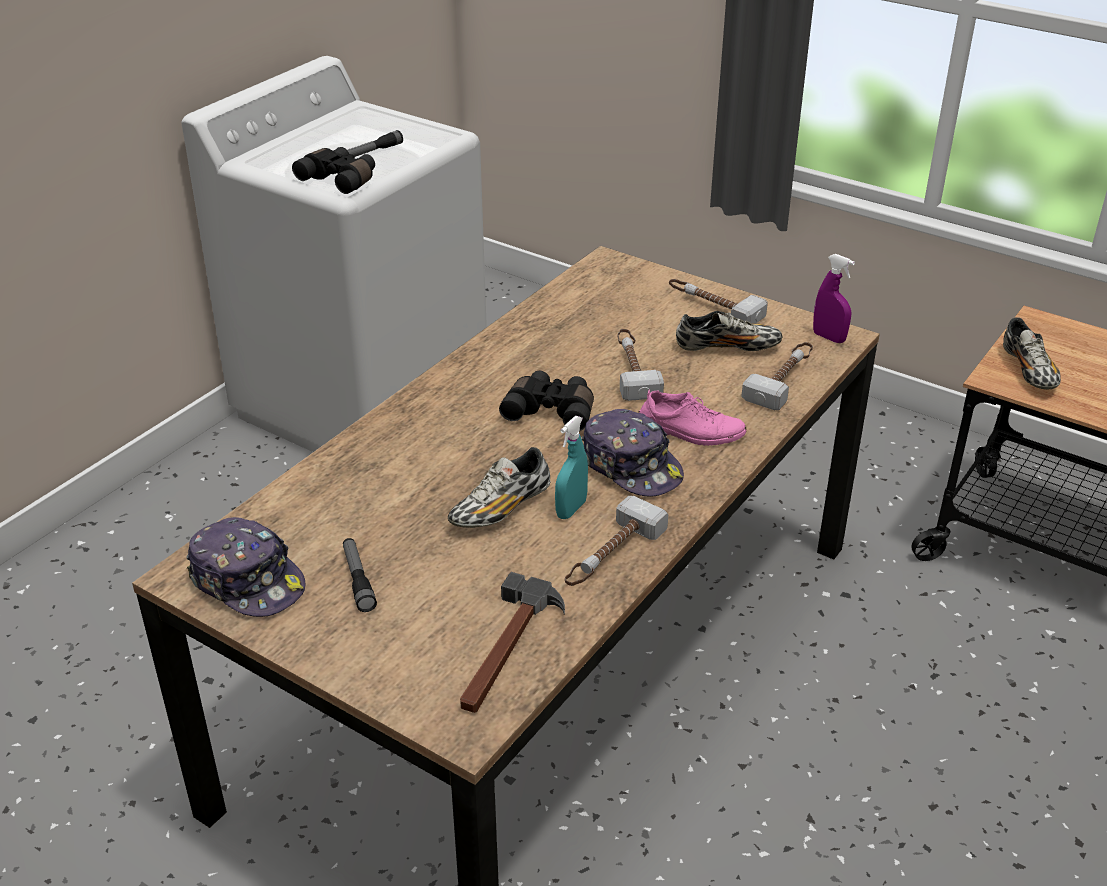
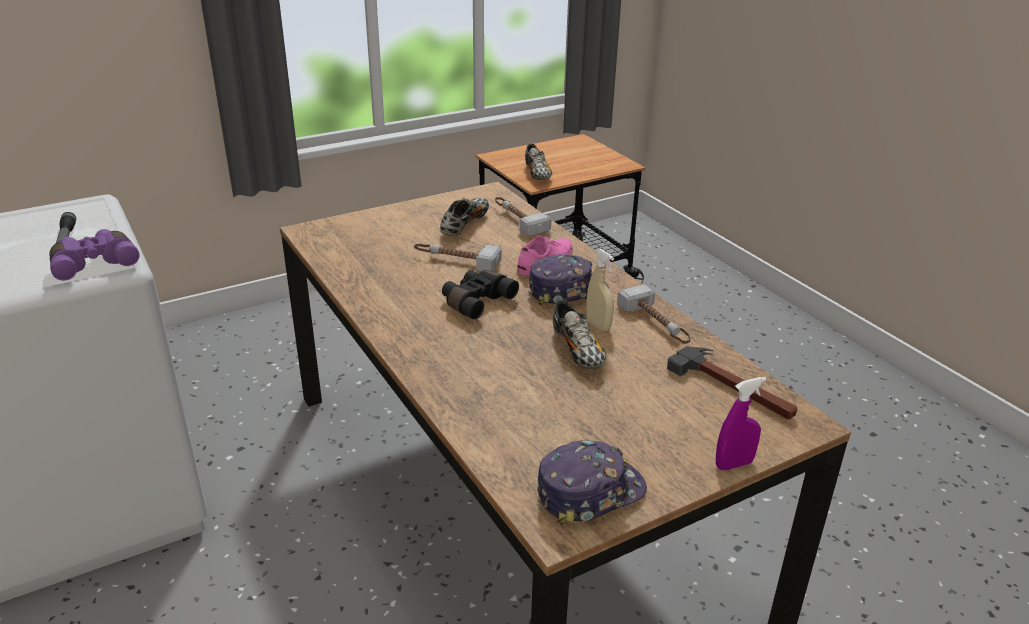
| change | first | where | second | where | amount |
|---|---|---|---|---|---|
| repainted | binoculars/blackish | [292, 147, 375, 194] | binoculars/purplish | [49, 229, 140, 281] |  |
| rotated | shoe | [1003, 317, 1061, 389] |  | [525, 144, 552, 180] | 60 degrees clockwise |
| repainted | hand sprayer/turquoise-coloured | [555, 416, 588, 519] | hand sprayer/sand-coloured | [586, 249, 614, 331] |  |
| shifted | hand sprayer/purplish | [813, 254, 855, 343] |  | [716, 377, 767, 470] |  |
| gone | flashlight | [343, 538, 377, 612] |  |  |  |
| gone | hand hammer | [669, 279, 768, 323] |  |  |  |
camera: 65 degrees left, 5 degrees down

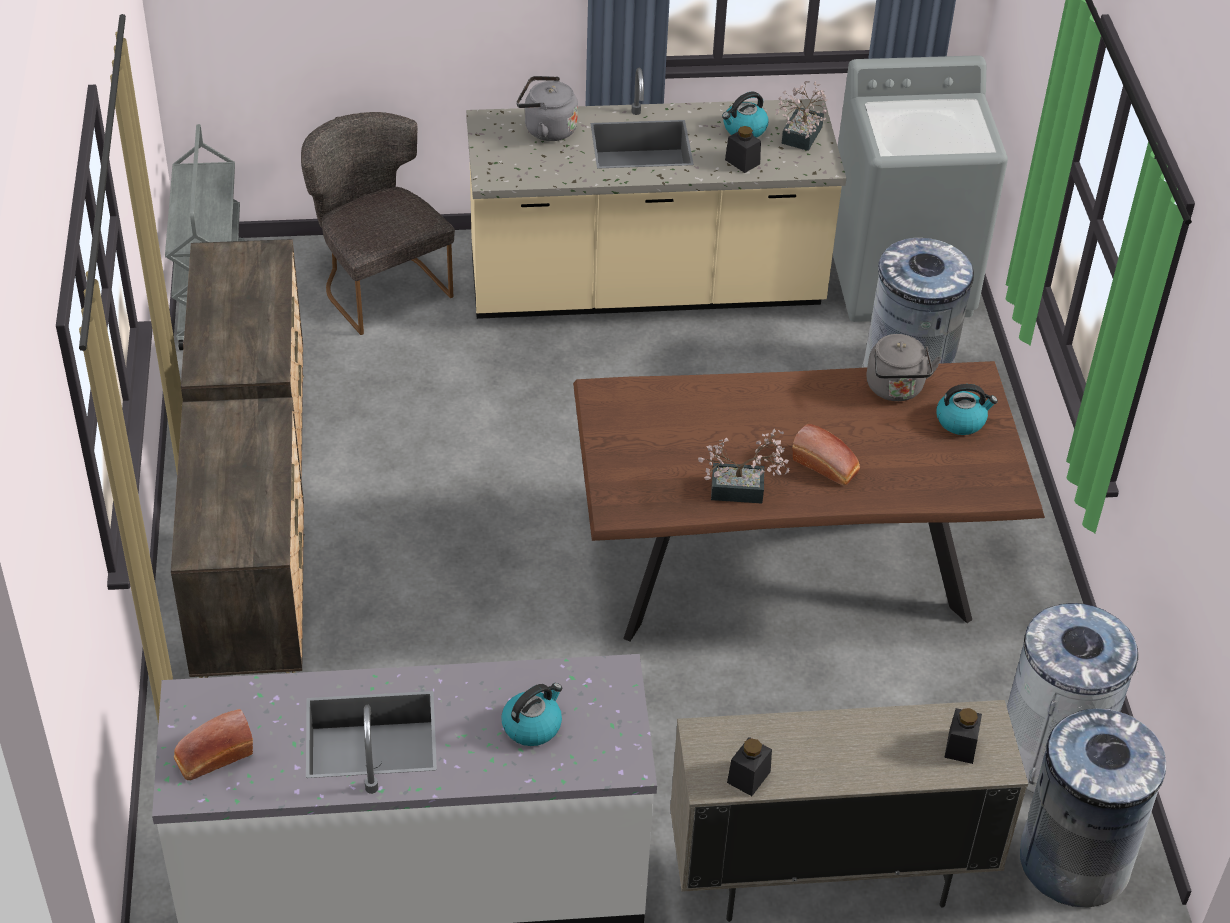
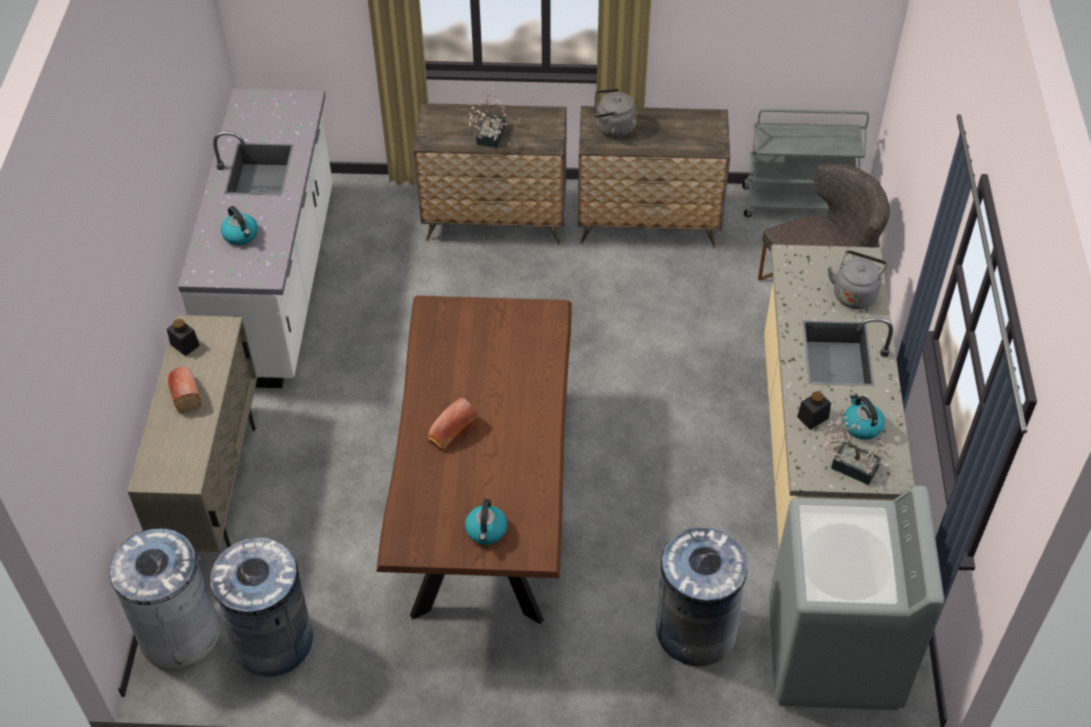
| change | first | where | second | where | amount |
|---|---|---|---|---|---|
| shifted | bread | [174, 709, 253, 780] |  | [168, 367, 201, 413] |  |
| shifted | houseplant | [698, 429, 790, 503] |  | [468, 95, 507, 148] |  |
| shifted | tea kettle/gray | [866, 334, 942, 401] |  | [594, 88, 637, 138] |  |
| gone | jar/blackish | [944, 708, 982, 764] |  |  |  |
camera: 100 degrees right, 5 degrees up

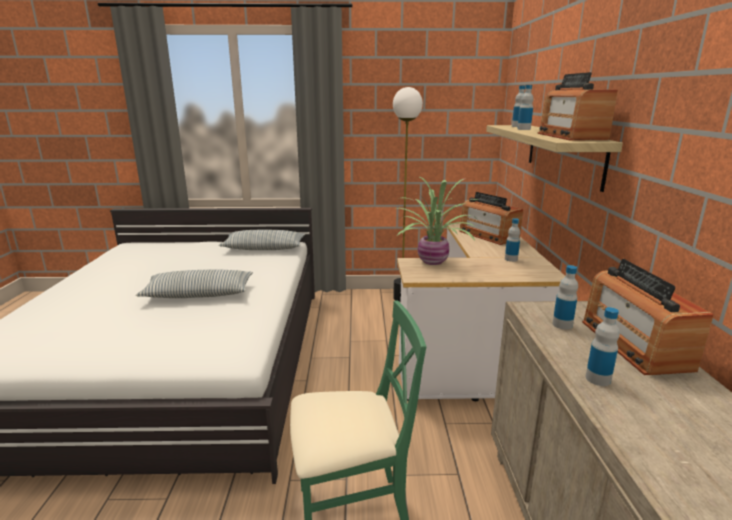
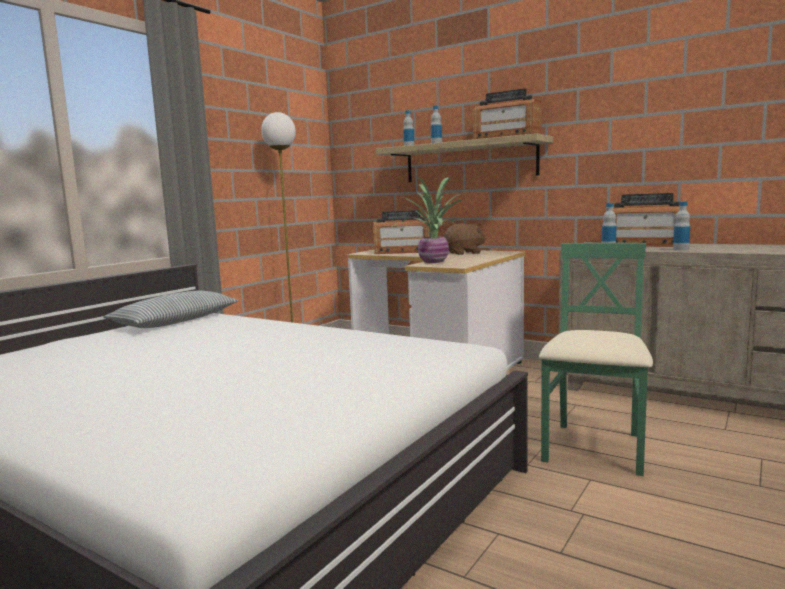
| change | first | where | second | where | amount |
|---|---|---|---|---|---|
| swapped | bottle | [505, 218, 520, 262] | plush toy/brownish | [444, 224, 486, 255] |  |
| gone | pillow | [136, 270, 253, 298] |  |  |  |
camera: 55 degrees left, 10 degrees down

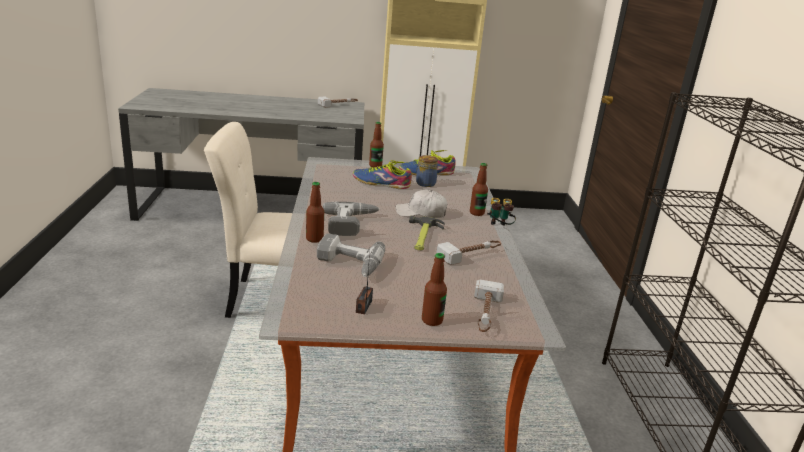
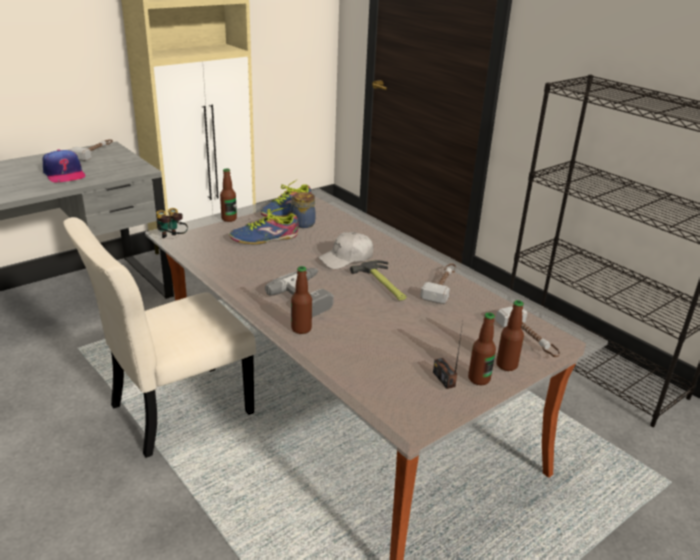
| change | first | where | second | where | amount |
|---|---|---|---|---|---|
| new |  |  | peaked cap | [43, 149, 86, 182] |  |
| shifted | binoculars | [487, 198, 516, 226] |  | [156, 208, 188, 238] |  |
| shifted | bottle | [470, 163, 488, 216] |  | [468, 312, 496, 385] |  |
| gone | drill | [317, 233, 385, 277] |  |  |  |
camera: 35 degrees left, 5 degrees up

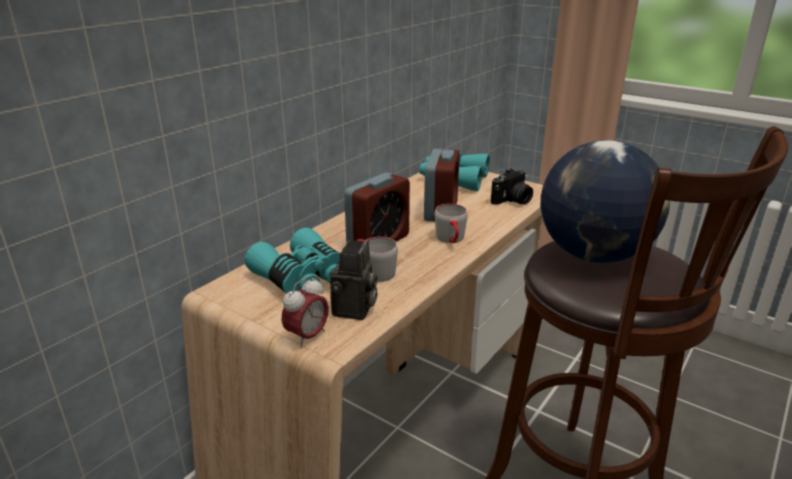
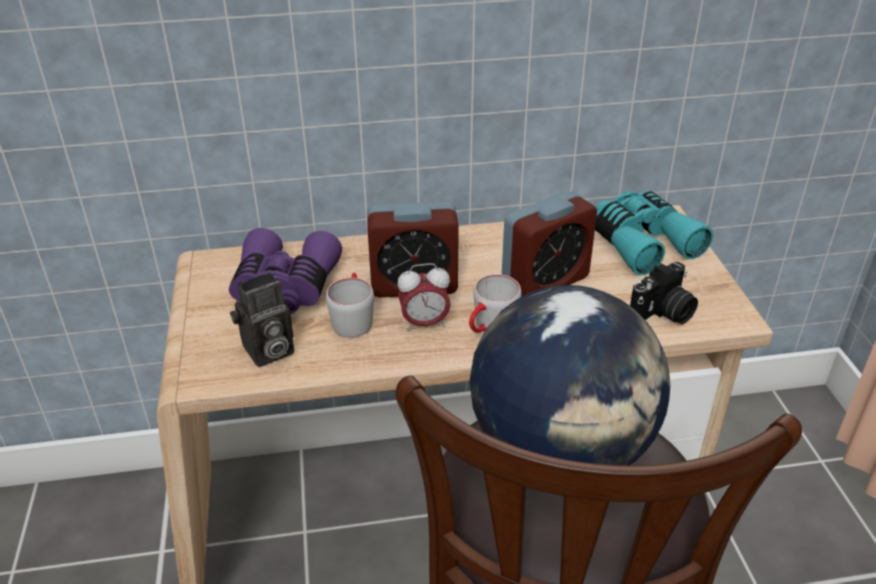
| change | first | where | second | where | amount |
|---|---|---|---|---|---|
| repainted | binoculars/turquoise-coloured | [245, 228, 340, 293] | binoculars/purplish | [229, 228, 342, 314] |  |
| shifted | alarm clock | [281, 276, 329, 348] |  | [397, 263, 451, 331] |  |
| rotated | still camera | [491, 169, 533, 205] |  | [630, 262, 698, 324] | 45 degrees counterclockwise |
camera: 45 degrees right, 10 degrees up

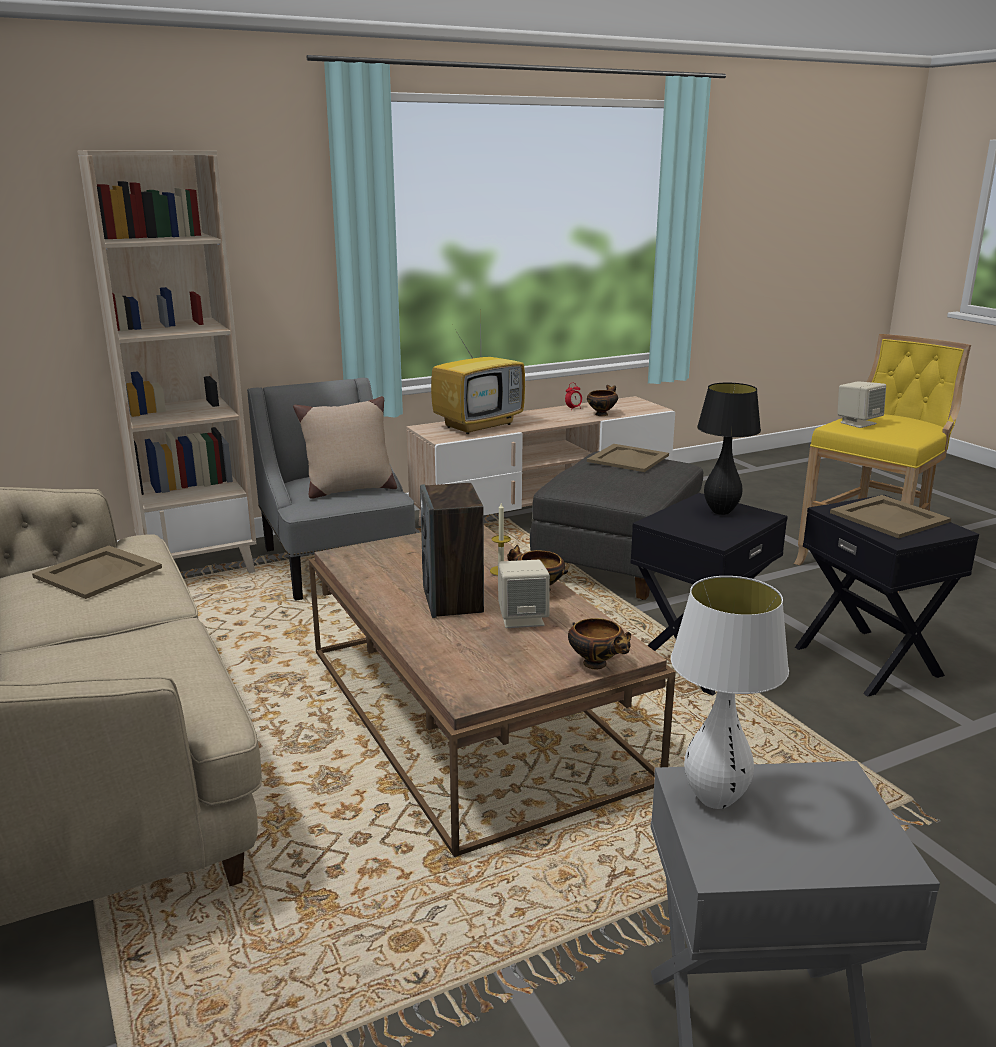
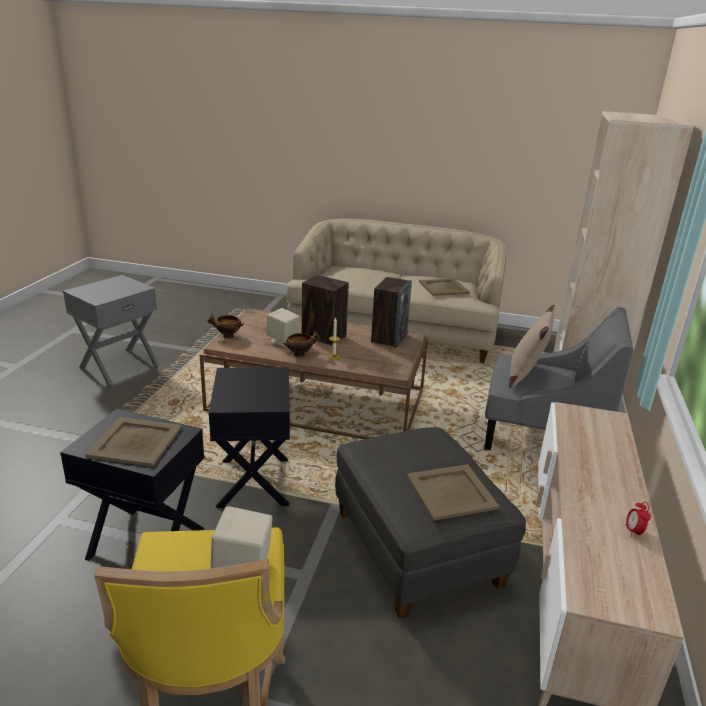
| change | first | where | second | where | amount |
|---|---|---|---|---|---|
| new |  |  | speaker | [371, 277, 412, 348] |  |
| gone | television | [431, 328, 525, 434] |  |  |  |
| gone | deep dish | [587, 385, 618, 416] |  |  |  |
| gone | tabletop lamp/white | [671, 576, 789, 809] |  |  |  |
| gone | tabletop lamp/blackish | [697, 383, 761, 515] |  |  |  |
camera: 130 degrees right, 5 degrees up

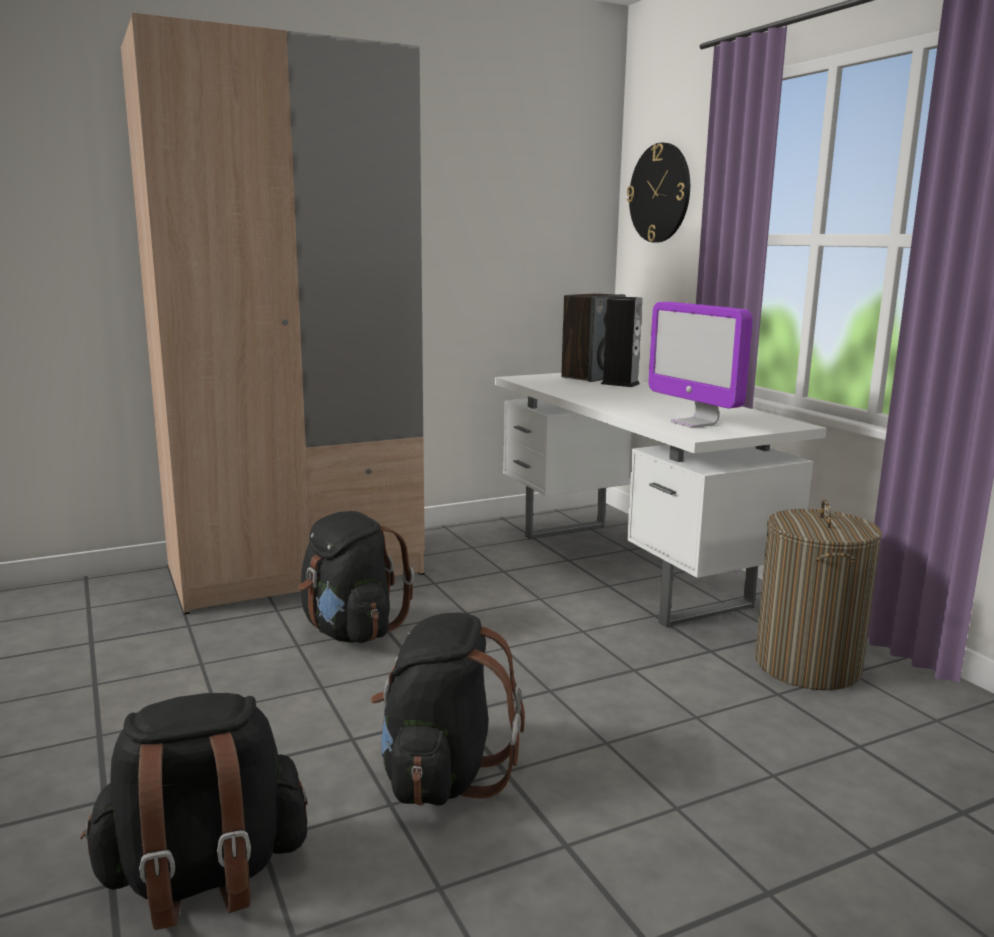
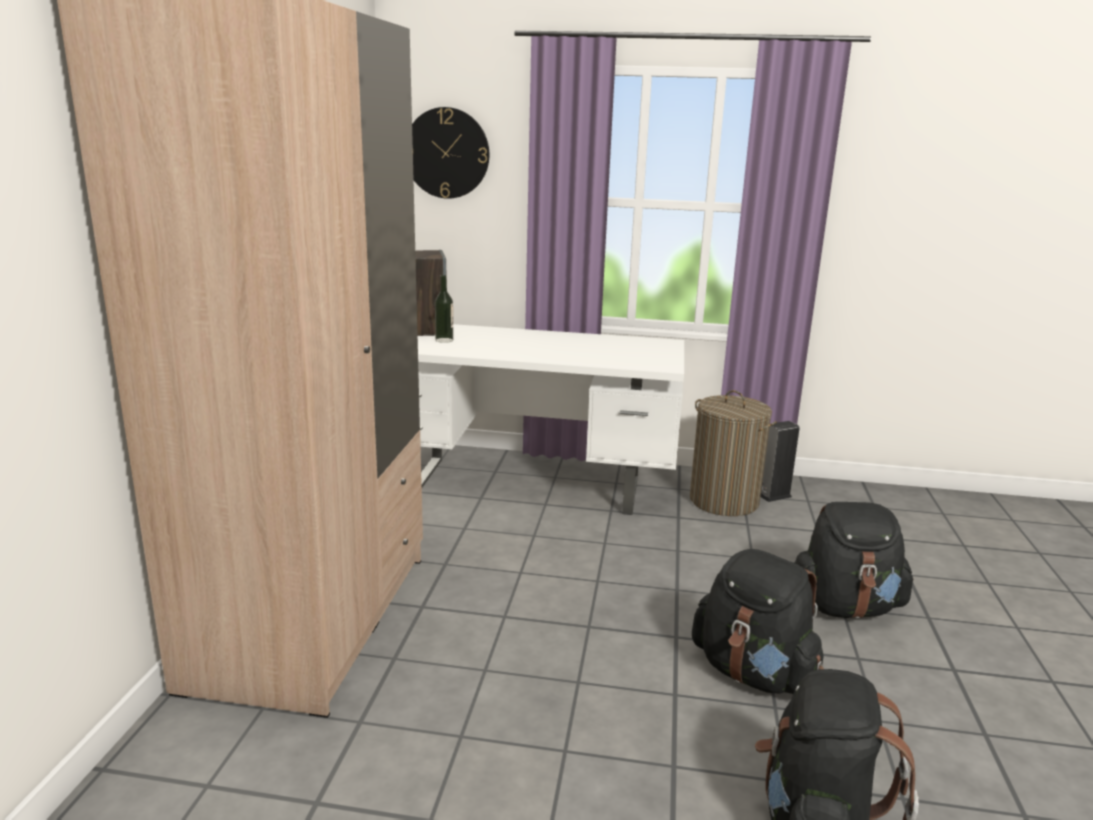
| change | first | where | second | where | amount |
|---|---|---|---|---|---|
| new |  |  | bottle | [435, 275, 453, 343] |  |
| shifted | speaker | [601, 296, 642, 387] |  | [760, 421, 800, 502] |  |
| shifted | rucksack/blackish | [298, 511, 414, 643] |  | [795, 502, 914, 619] |  |
| gone | computer display | [648, 302, 753, 428] |  |  |  |
camera: 55 degrees left, 5 degrees up

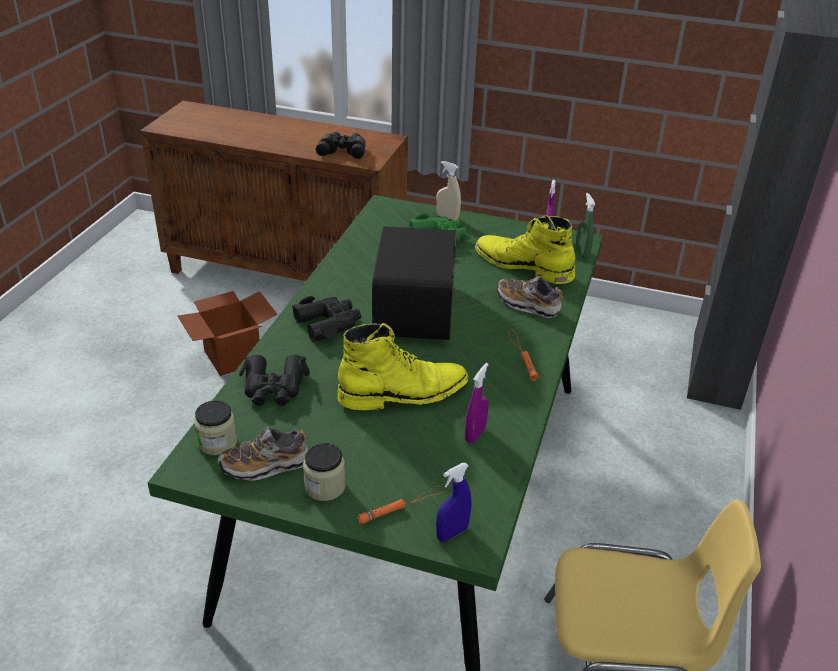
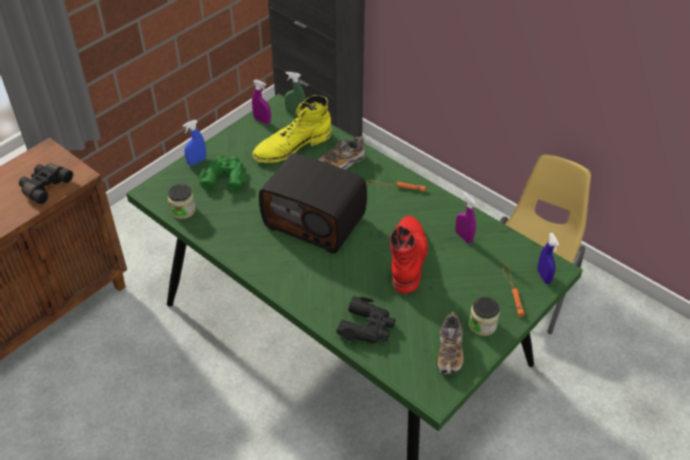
| change | first | where | second | where | amount |
|---|---|---|---|---|---|
| shifted | jar | [194, 400, 237, 455] |  | [168, 184, 196, 219] |  |
| repainted | hand sprayer/sand-coloured | [436, 161, 461, 220] | hand sprayer/blue | [182, 120, 206, 166] |  |
| repainted | tall boot/yellowish | [338, 323, 469, 410] | tall boot/reddish | [390, 216, 428, 293] |  |
| gone | cardboard box | [177, 291, 278, 376] |  |  |  |
| gone | binoculars/blackish | [292, 296, 361, 342] |  |  |  |
camera: 65 degrees left, 10 degrees up

